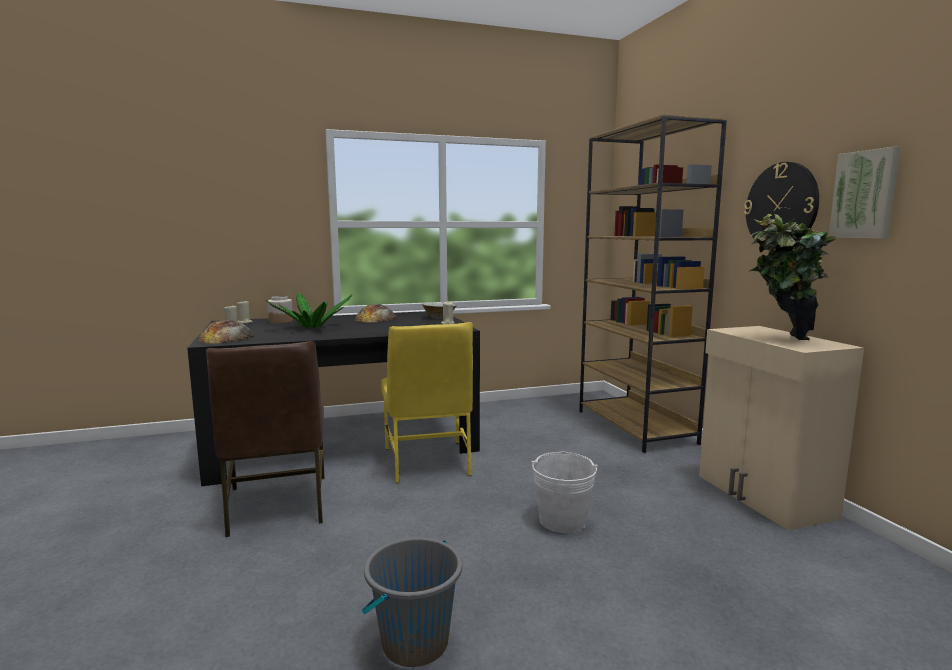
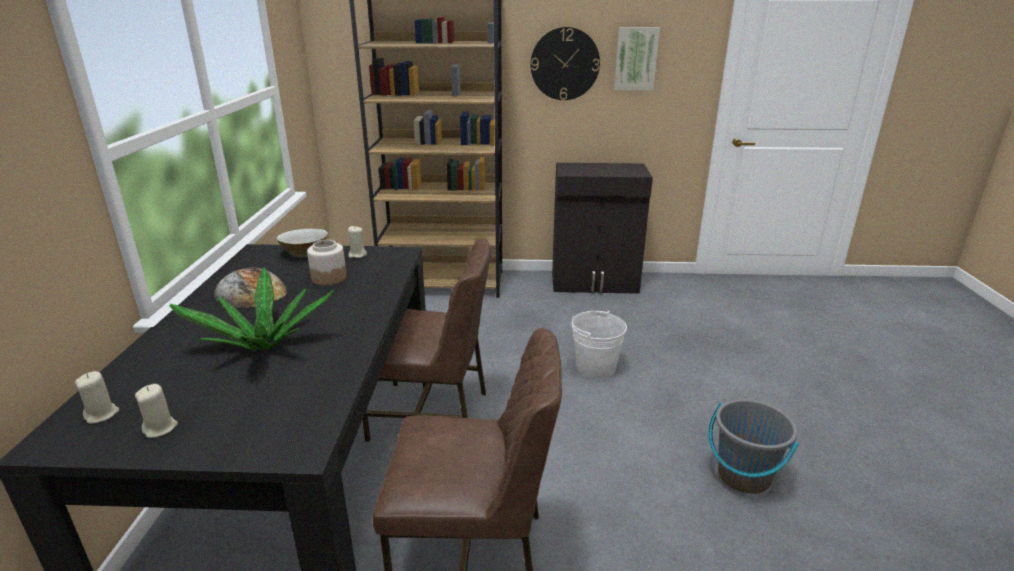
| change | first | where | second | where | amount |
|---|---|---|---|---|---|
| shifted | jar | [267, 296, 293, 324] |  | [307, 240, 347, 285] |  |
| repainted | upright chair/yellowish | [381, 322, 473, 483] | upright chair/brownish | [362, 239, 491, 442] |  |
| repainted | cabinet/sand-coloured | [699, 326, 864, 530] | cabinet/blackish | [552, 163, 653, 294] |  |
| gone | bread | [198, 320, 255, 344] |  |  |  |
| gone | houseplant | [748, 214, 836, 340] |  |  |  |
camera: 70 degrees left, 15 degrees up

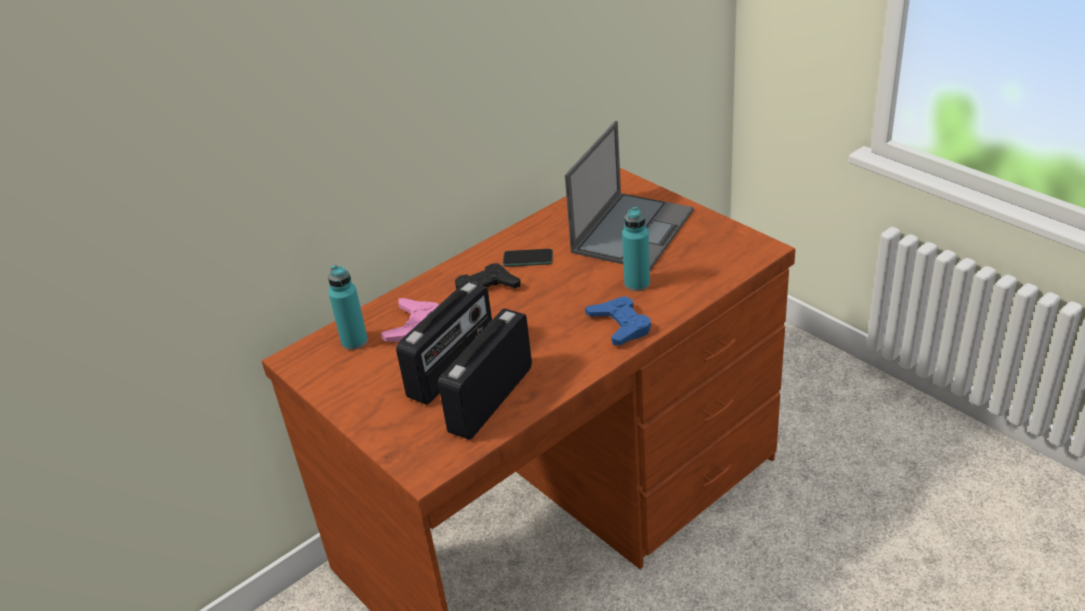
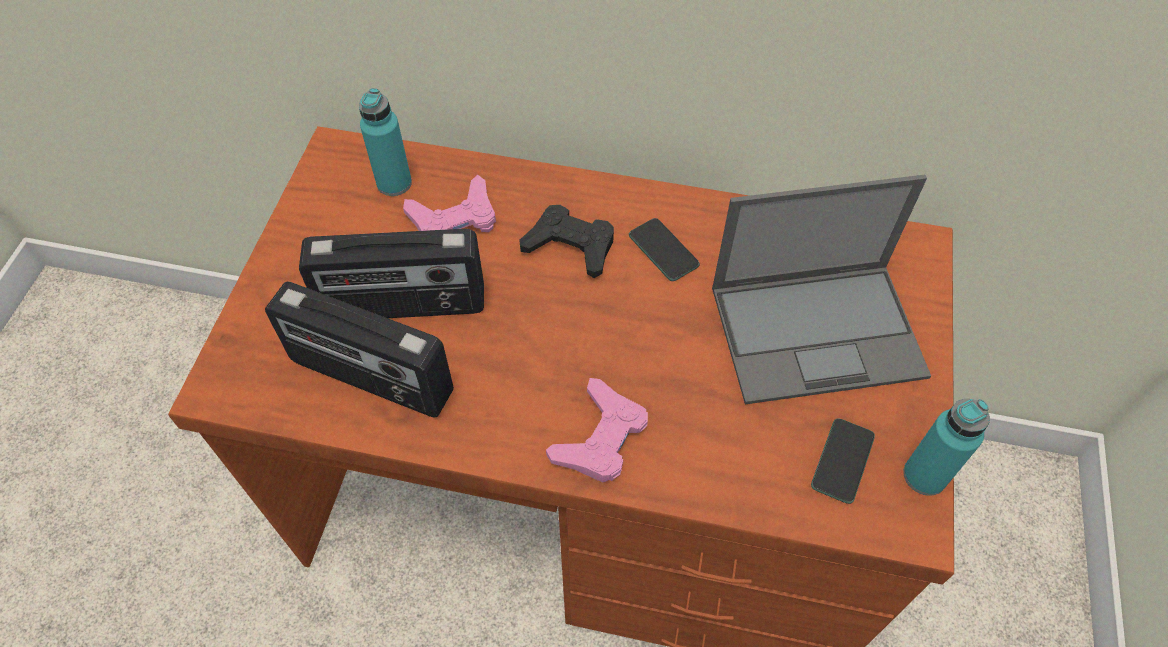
| change | first | where | second | where | amount |
|---|---|---|---|---|---|
| rotated | radio receiver | [438, 308, 532, 440] |  | [265, 281, 454, 418] | 150 degrees counterclockwise |
| repainted | game controller/blue | [585, 296, 651, 345] | game controller/pinkish | [546, 378, 648, 482] |  |
| new |  |  | phone | [811, 418, 875, 504] |  |
| shifted | bottle/turquoise-coloured | [622, 207, 650, 291] |  | [903, 399, 990, 496] |  |
camera: 50 degrees right, 20 degrees up

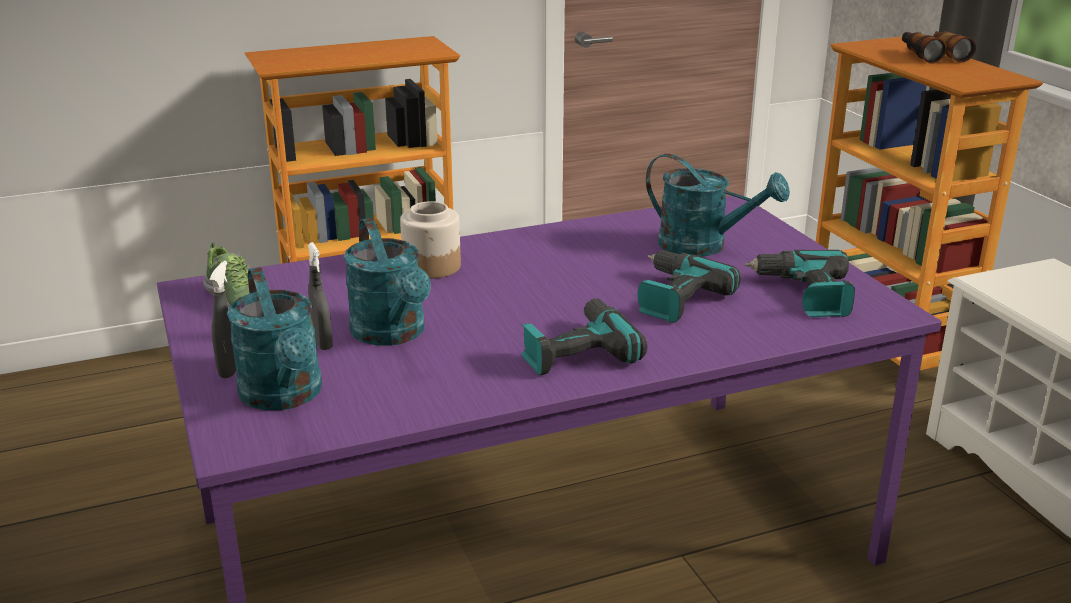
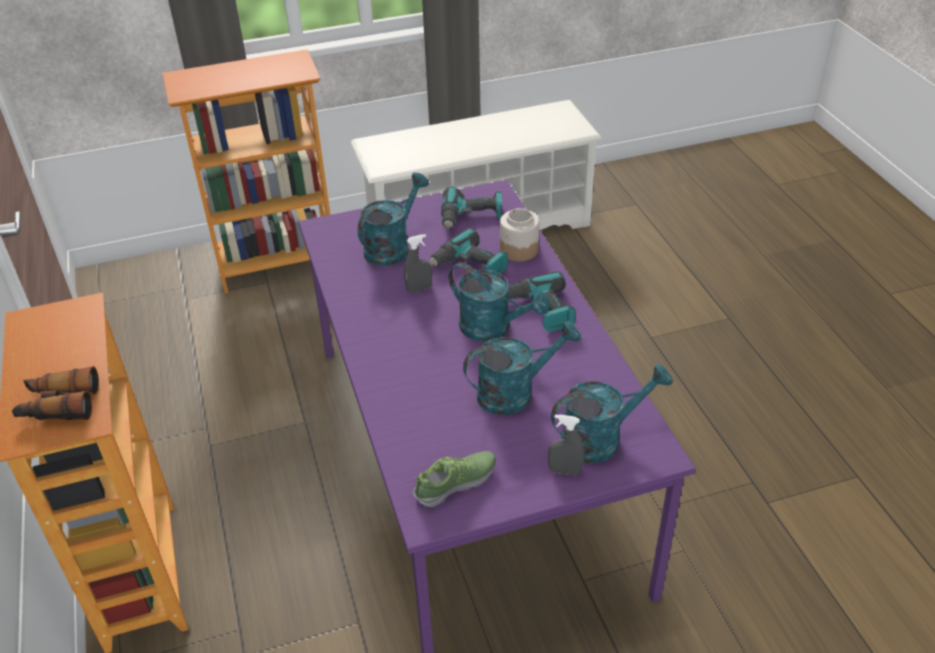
| change | first | where | second | where | amount |
|---|---|---|---|---|---|
| shifted | binoculars | [902, 31, 976, 64] |  | [12, 367, 99, 420] |  |
| shifted | hand sprayer/gray | [308, 242, 333, 350] |  | [404, 234, 432, 293] |  |
| new |  |  | watering pot/turquoise-coloured | [449, 262, 550, 342] |  |
| shifted | jar | [400, 201, 461, 279] |  | [500, 208, 540, 261] |  |
camera: 85 degrees left, 15 degrees up

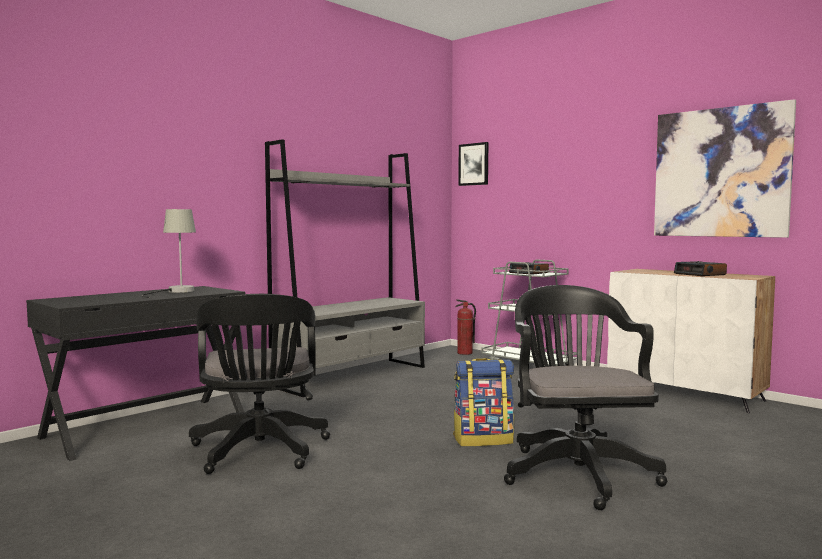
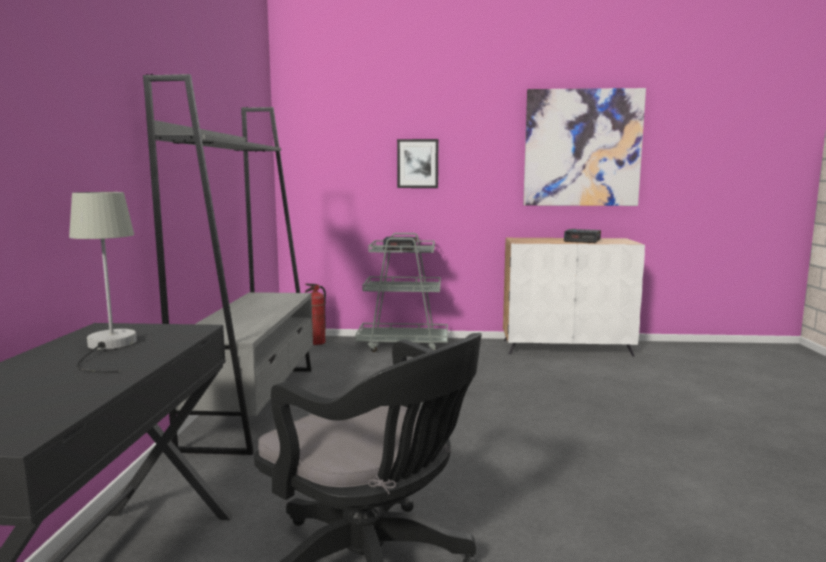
| change | first | where | second | where | amount |
|---|---|---|---|---|---|
| shifted | wall picture | [458, 142, 488, 186] |  | [397, 139, 438, 188] |  |
| gone | rucksack | [453, 358, 514, 446] |  |  |  |
| gone | desk chair/blackish | [504, 285, 667, 510] |  |  |  |
camera: 40 degrees left, 5 degrees up

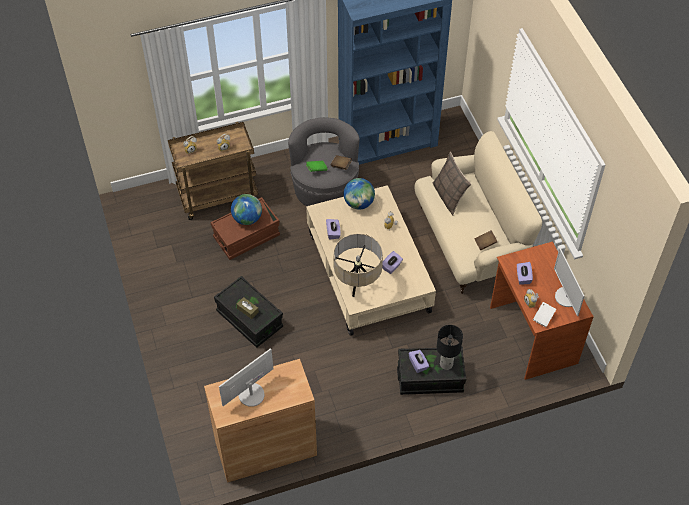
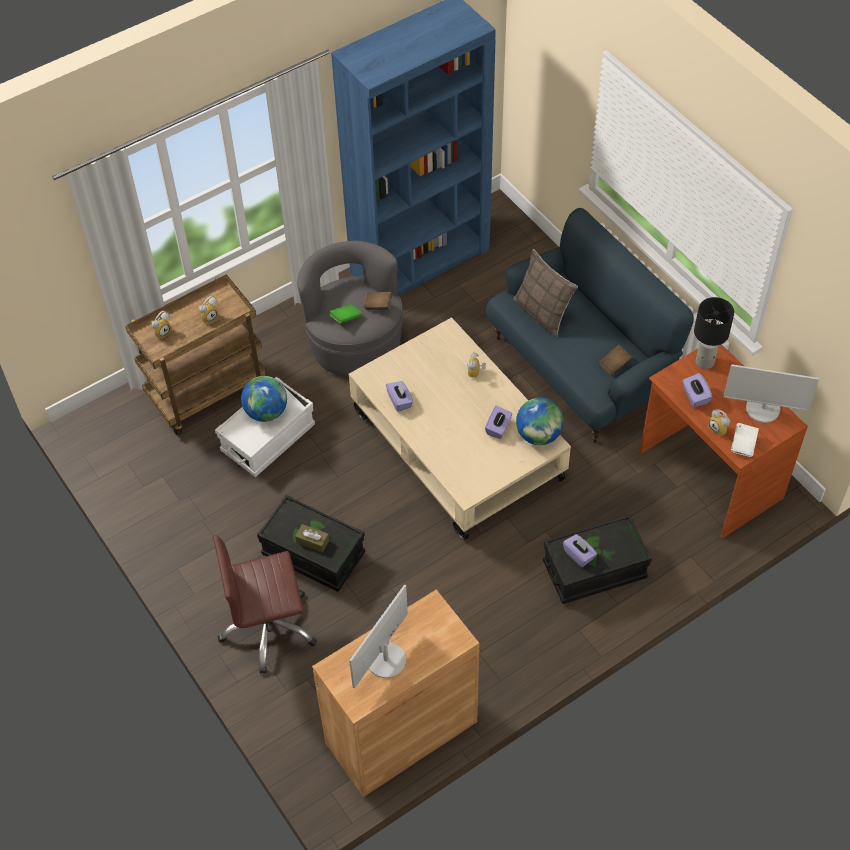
| change | first | where | second | where | amount |
|---|---|---|---|---|---|
| new |  |  | desk chair/brownish | [213, 535, 317, 674] |  |
| repainted | storage box/brownish | [211, 197, 280, 260] | storage box/white | [215, 377, 315, 477] |  |
| repainted | sofa/sand-coloured | [414, 131, 542, 294] | sofa/blue | [486, 208, 694, 443] |  |
| shifted | world globe | [344, 178, 375, 210] |  | [516, 398, 564, 445] |  |
| shifted | tabletop lamp/blackish | [437, 325, 463, 370] |  | [694, 297, 734, 369] |  |
| rotated | computer display | [554, 248, 584, 316] |  | [723, 364, 819, 423] | 45 degrees counterclockwise |
| gone | tabletop lamp/sand-coloured | [333, 233, 383, 297] |  |  |  |
camera: 15 degrees left, 0 degrees up

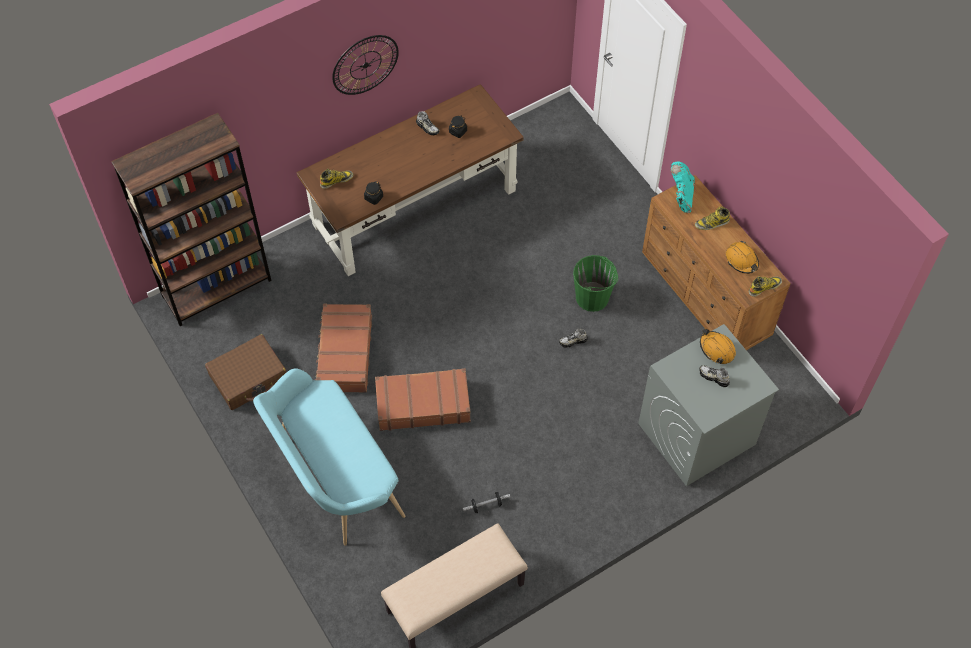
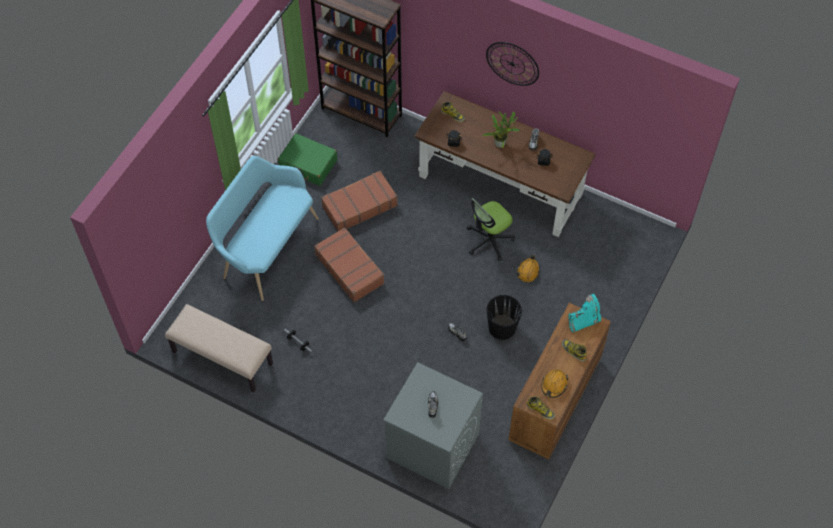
| change | first | where | second | where | amount |
|---|---|---|---|---|---|
| repainted | travel case/brownish | [205, 334, 286, 410] | travel case/green-coloured | [278, 133, 337, 186] |  |
| new |  |  | desk chair | [467, 198, 515, 261] |  |
| new |  |  | houseplant | [482, 111, 520, 148] |  |
| repainted | water bucket/green-coloured | [573, 255, 618, 312] | water bucket/blackish | [486, 295, 522, 340] |  |
| shifted | work helmet/orange | [700, 328, 736, 364] |  | [517, 255, 540, 282] |  |
camera: 60 degrees right, 0 degrees up

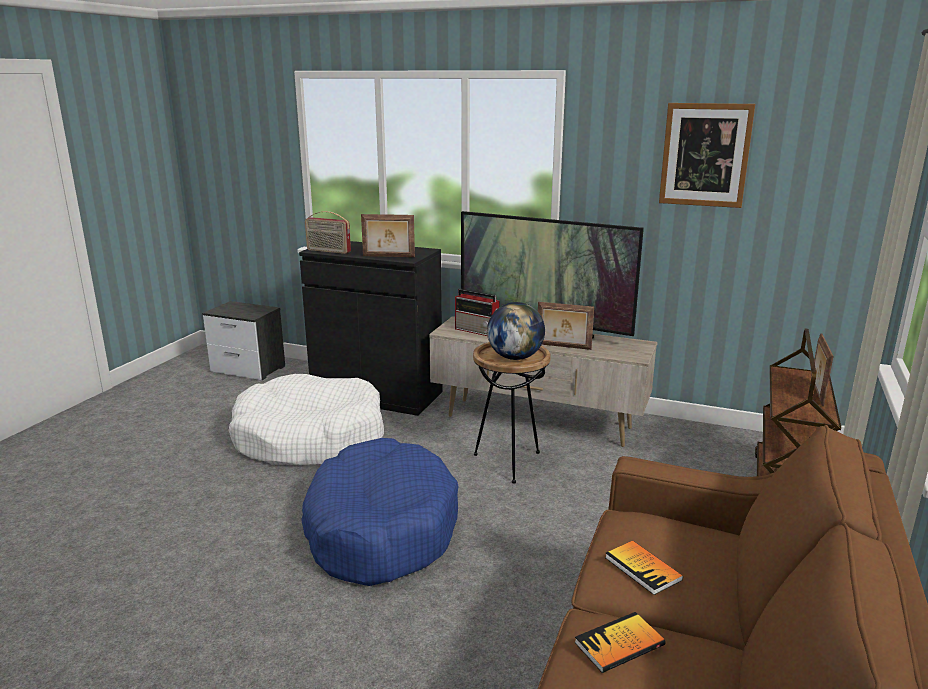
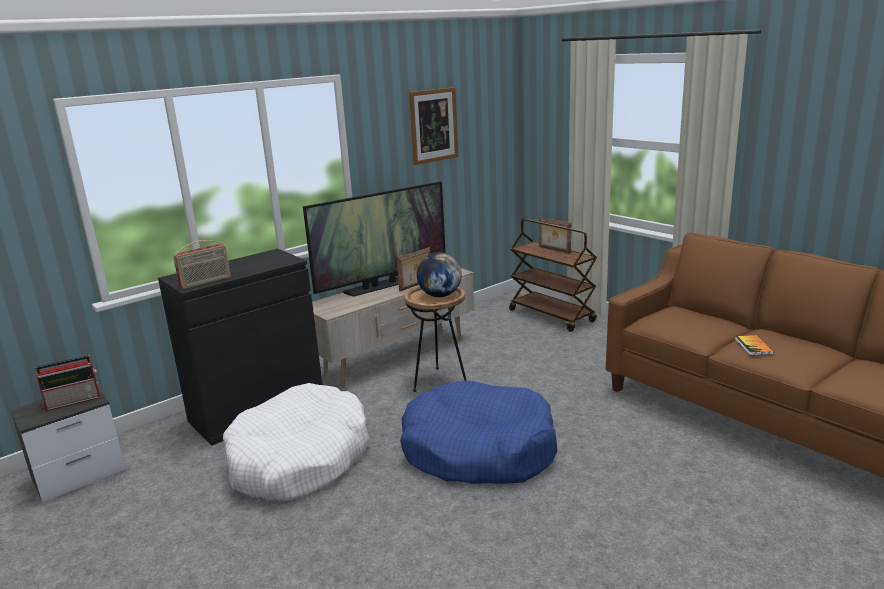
| change | first | where | second | where | amount |
|---|---|---|---|---|---|
| shifted | radio receiver | [455, 289, 500, 336] |  | [35, 355, 100, 411] |  |
| gone | picture frame | [361, 214, 415, 257] |  |  |  |
| gone | volume | [605, 541, 683, 595] |  |  |  |
camera: 60 degrees left, 0 degrees up

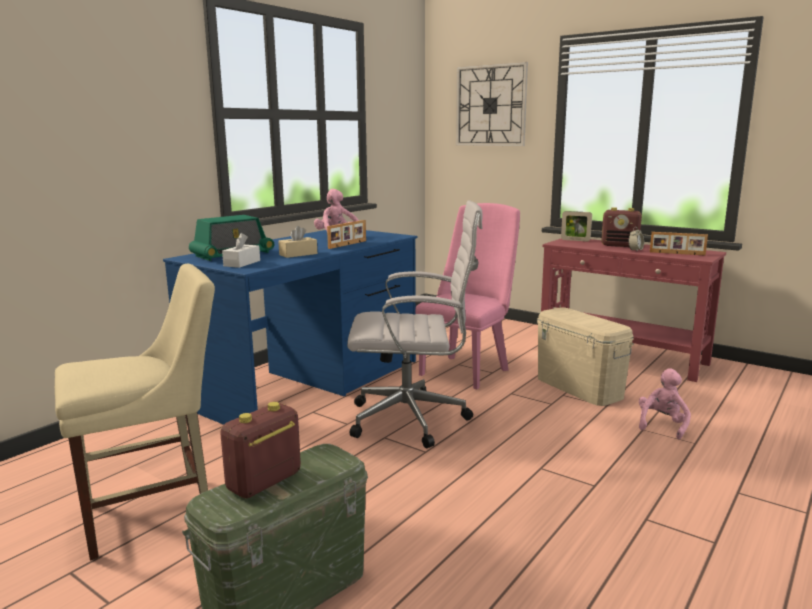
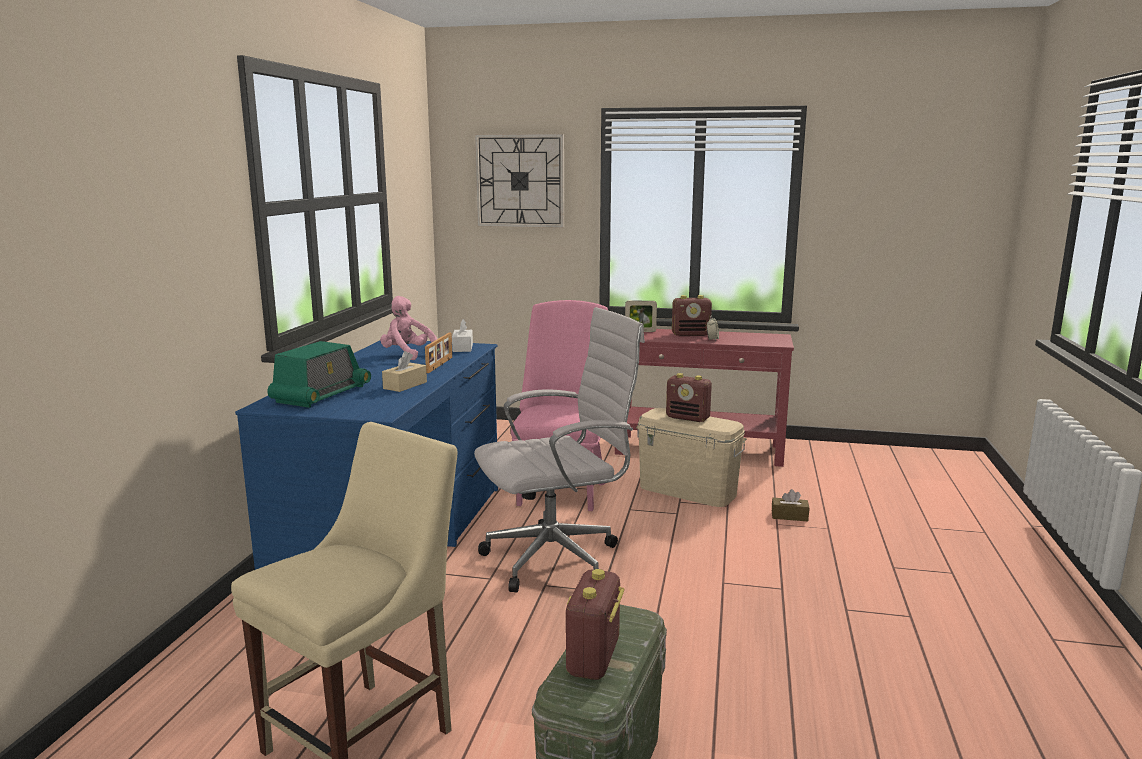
| change | first | where | second | where | amount |
|---|---|---|---|---|---|
| shifted | tissue holder/white | [222, 233, 260, 268] |  | [452, 319, 473, 352] |  |
| new |  |  | radio receiver | [666, 373, 712, 422] |  |
| swapped | plush toy/pinkish | [639, 368, 691, 439] | tissue holder/brownish | [772, 489, 809, 521] |  |
| gone | picture frame | [650, 232, 708, 256] |  |  |  |
camera: 25 degrees left, 0 degrees up

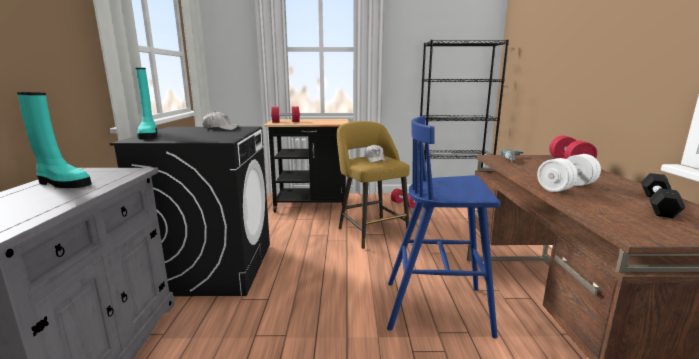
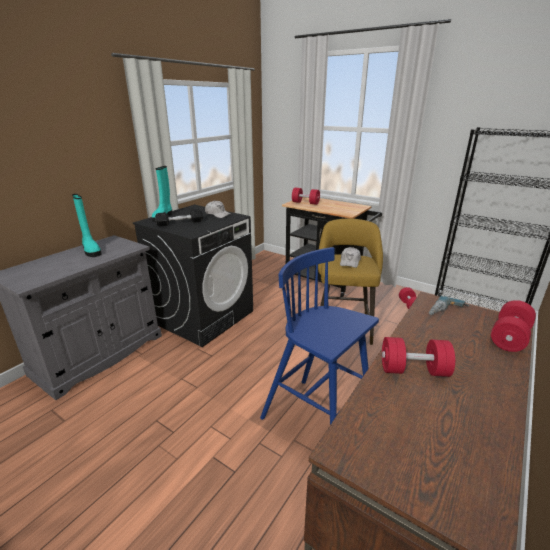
| change | first | where | second | where | amount |
|---|---|---|---|---|---|
| shifted | dumbbell/blackish | [641, 173, 685, 218] |  | [155, 209, 203, 227] |  |
| repainted | dumbbell/white | [537, 154, 601, 192] | dumbbell/reddish | [382, 337, 455, 377] |  |
camera: 35 degrees right, 10 degrees up

